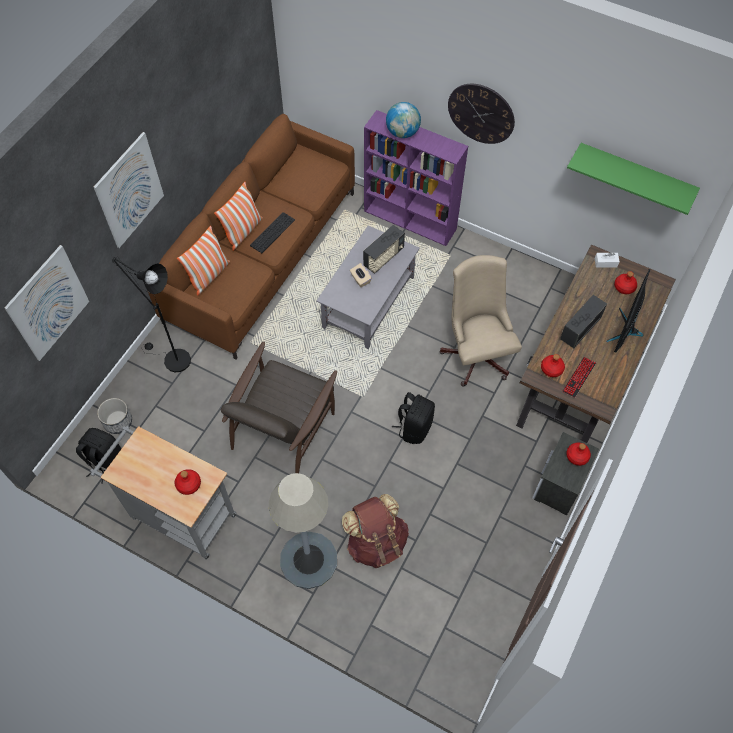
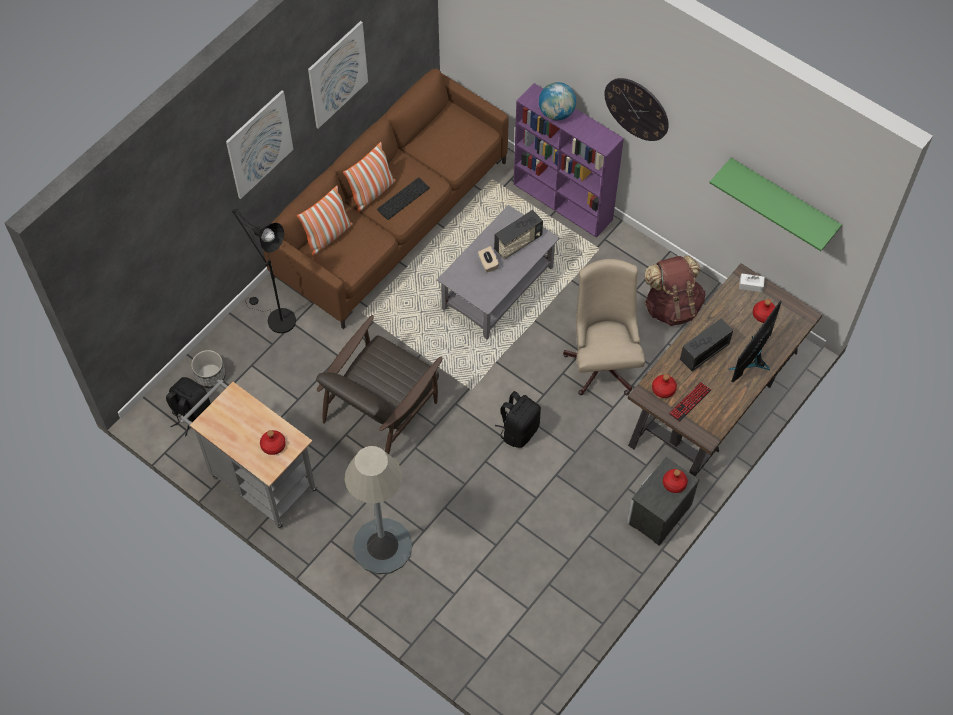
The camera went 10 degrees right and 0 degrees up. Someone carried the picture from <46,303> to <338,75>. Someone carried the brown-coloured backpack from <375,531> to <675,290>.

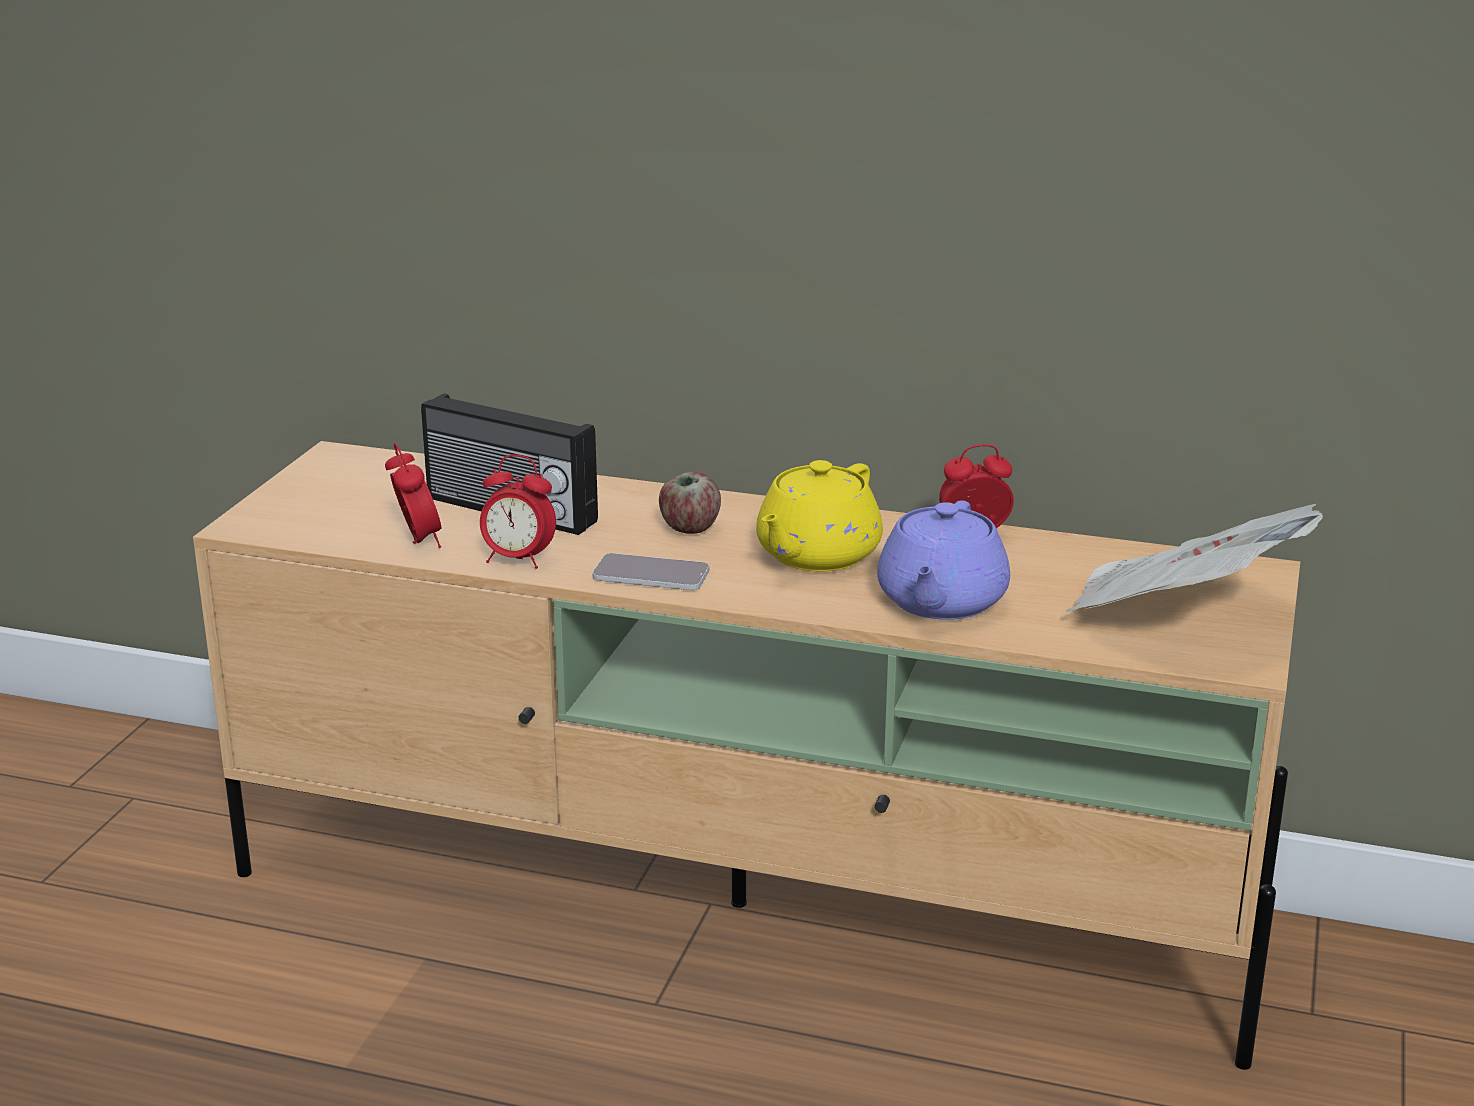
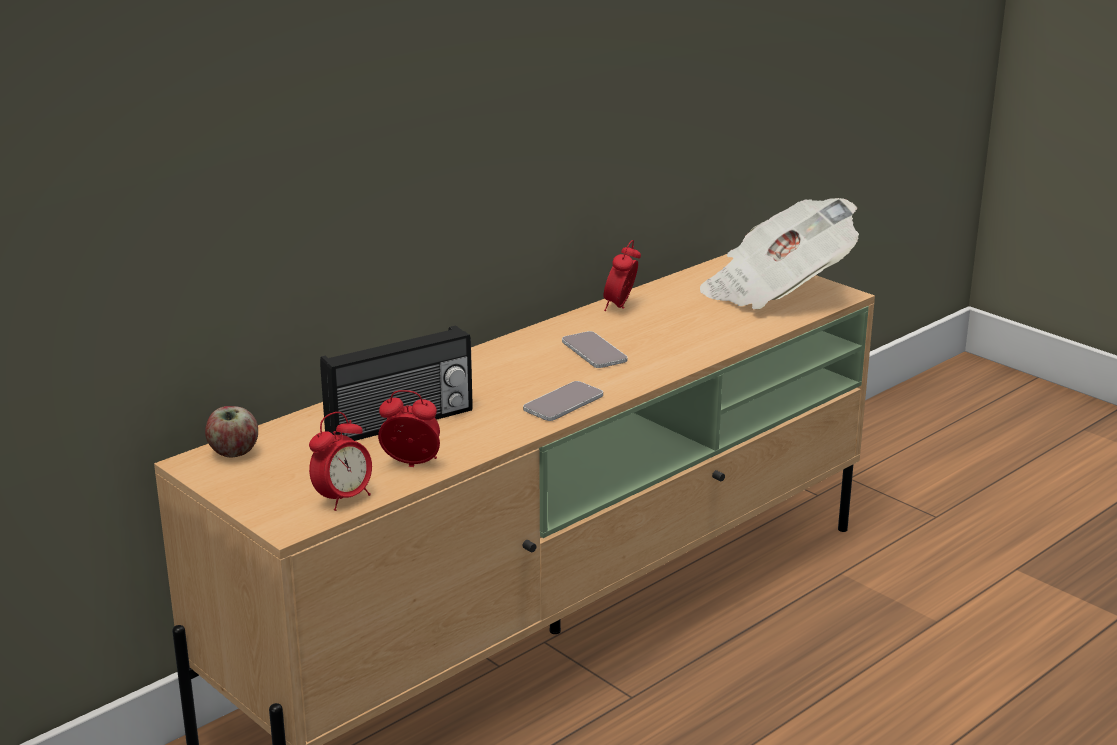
The camera went 60 degrees left and 0 degrees up. Someone carried the table clock from <518,512> to <340,461>. Someone swapped the yellow-coloured tea pot at <819,515> for the telephone at <595,349>. Someone carried the whole apple from <690,503> to <231,431>. Someone took away the purplish tea pot at <943,560>.

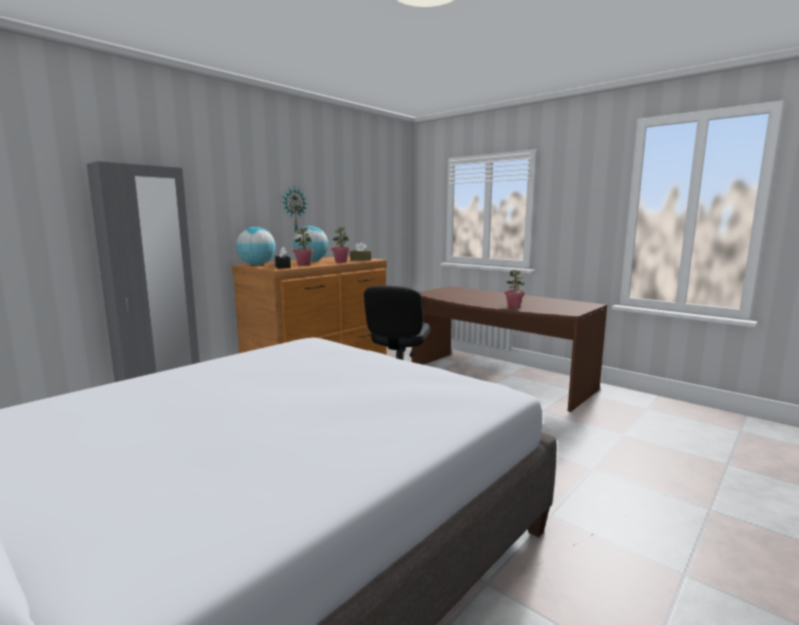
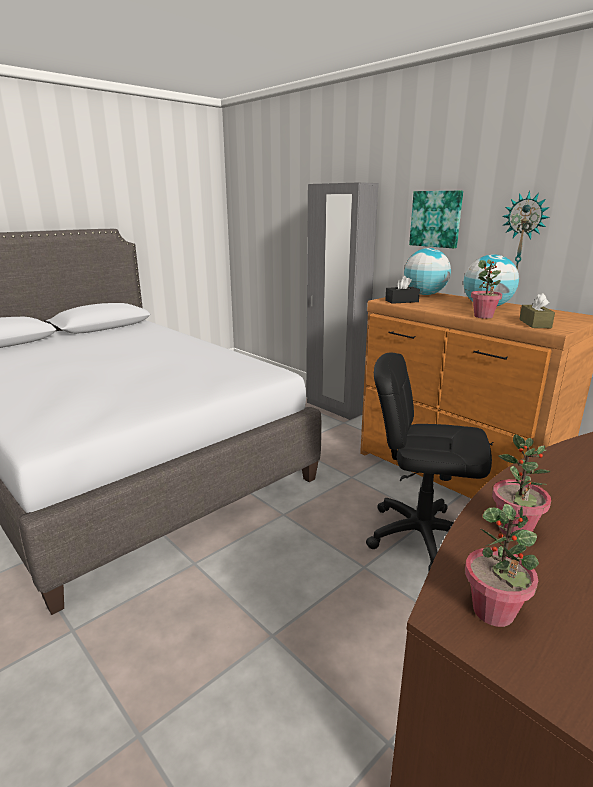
The camera went 95 degrees right and 10 degrees up. Someone carried the houseplant from <303,246> to <502,565>. Someone put up the picture at <436,219>.

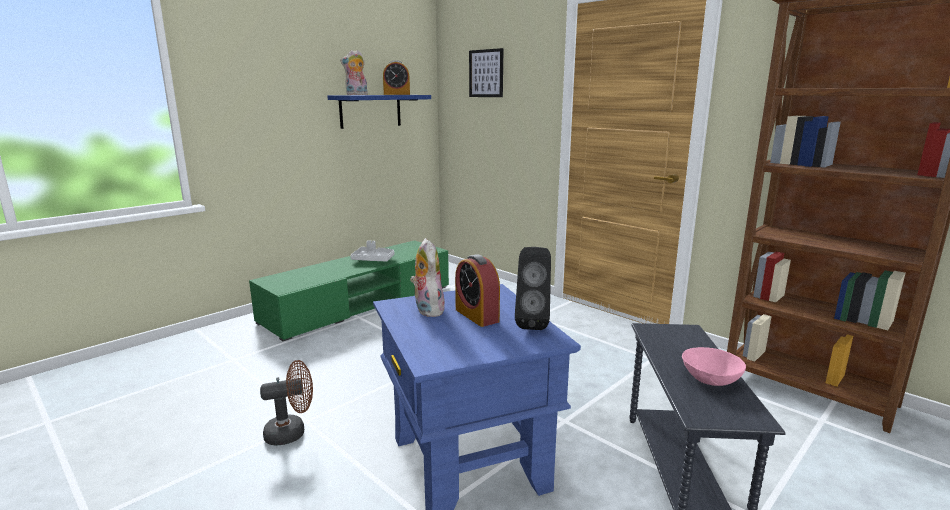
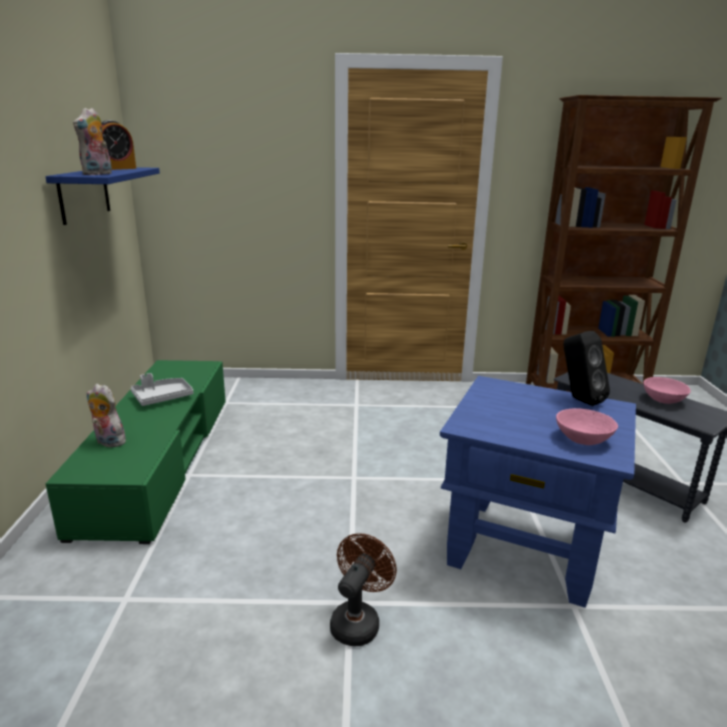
The camera went 45 degrees left and 5 degrees up. Someone took away the picture at <486,72>. Someone carried the cuddly toy from <427,277> to <106,415>. Someone took away the table clock at <477,290>. Someone put down the pink-coloured bowl at <587,426>.

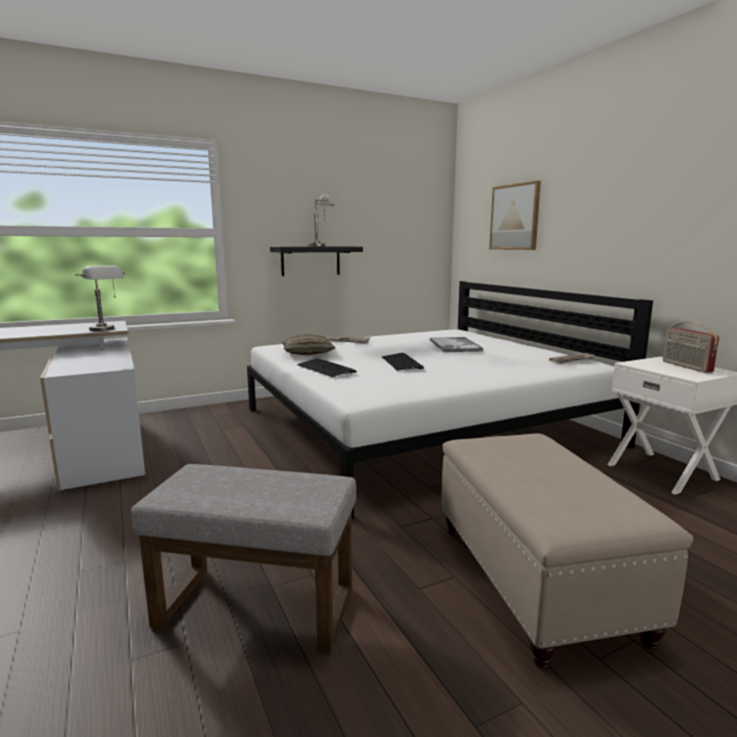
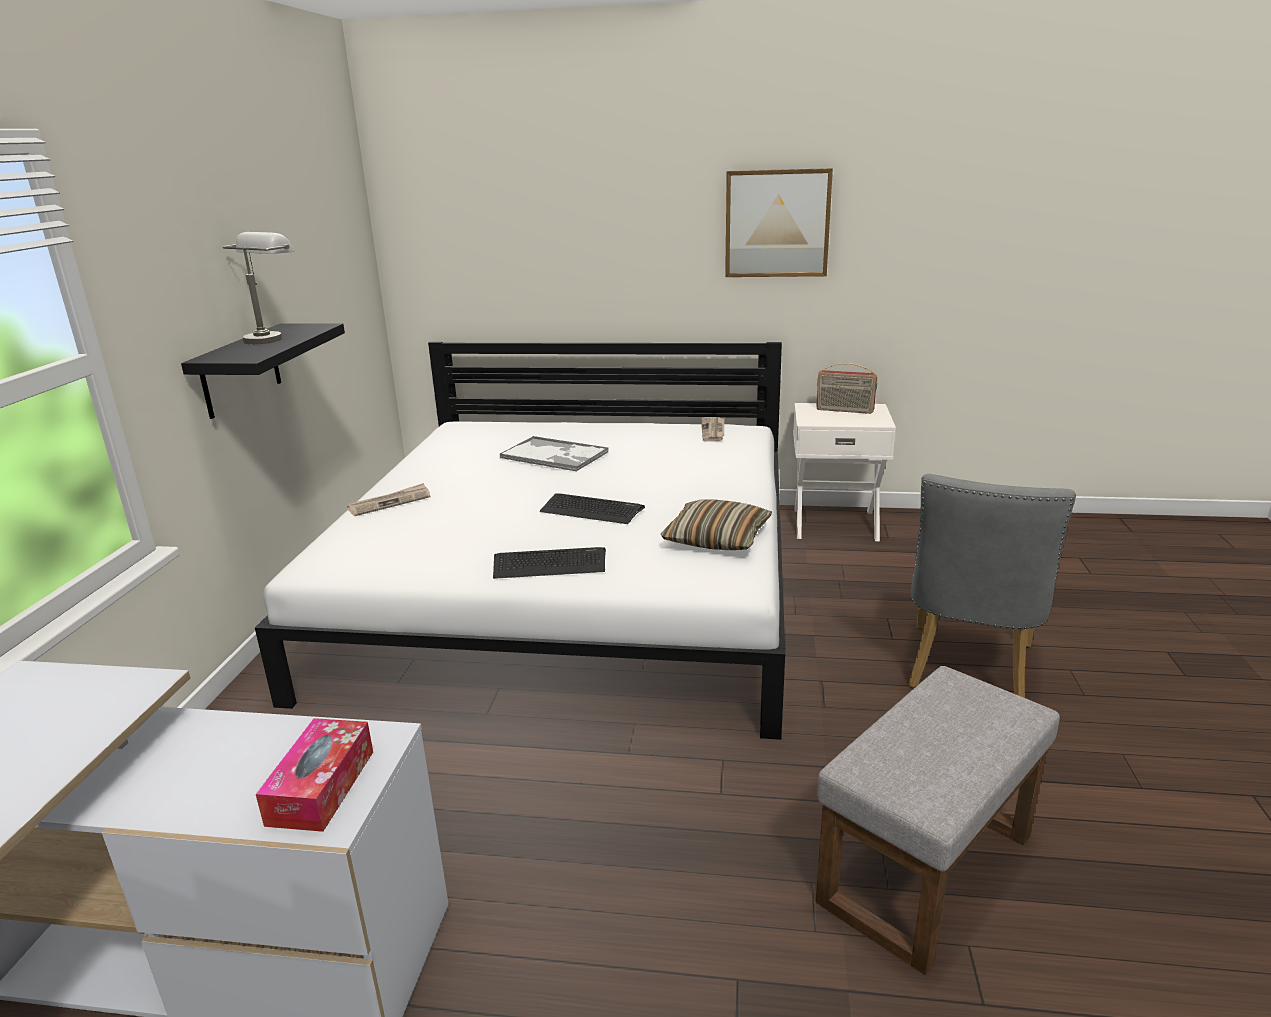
The camera went 55 degrees left and 10 degrees up. Someone carried the picture from <515,215> to <779,222>. Someone took away the gray tabletop lamp at <99,298>. Someone carried the throw pillow from <308,344> to <716,524>. Someone swapped the beige ottoman at <567,550> for the gray chair at <992,586>. Someone put down the box of tissues at <314,775>.

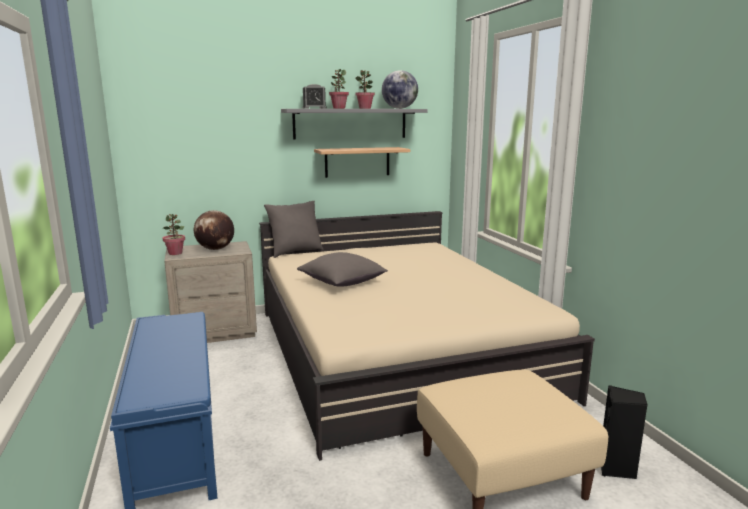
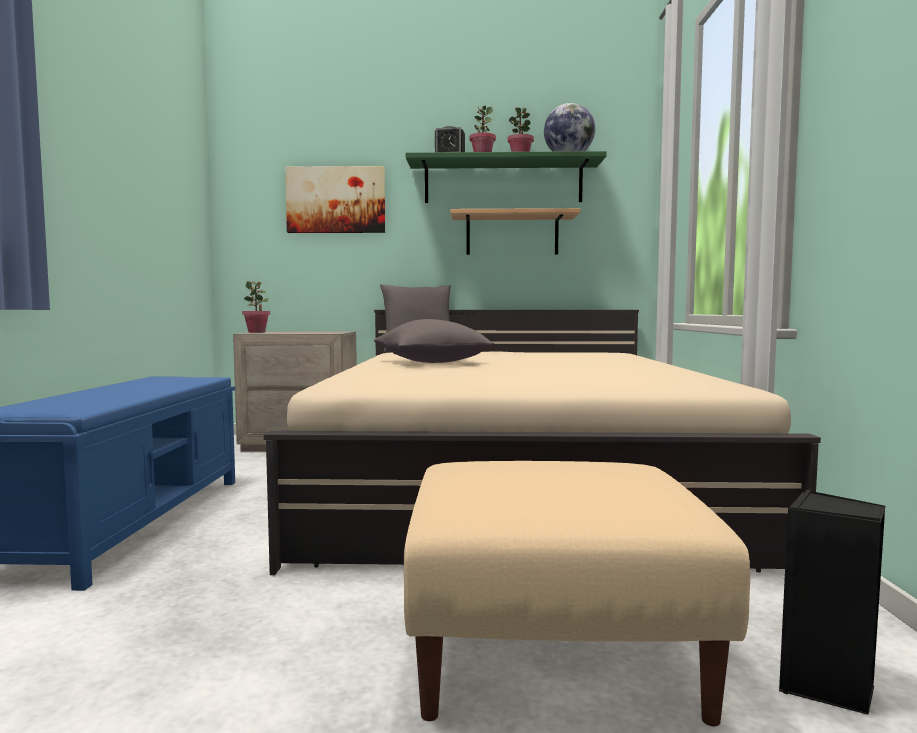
The camera went 20 degrees right and 10 degrees down. Someone repainted the gray bracket shelf at <354,124>, which became the green-coloured bracket shelf at <506,177>. Someone took away the world globe at <214,230>. Someone put up the picture at <335,199>.

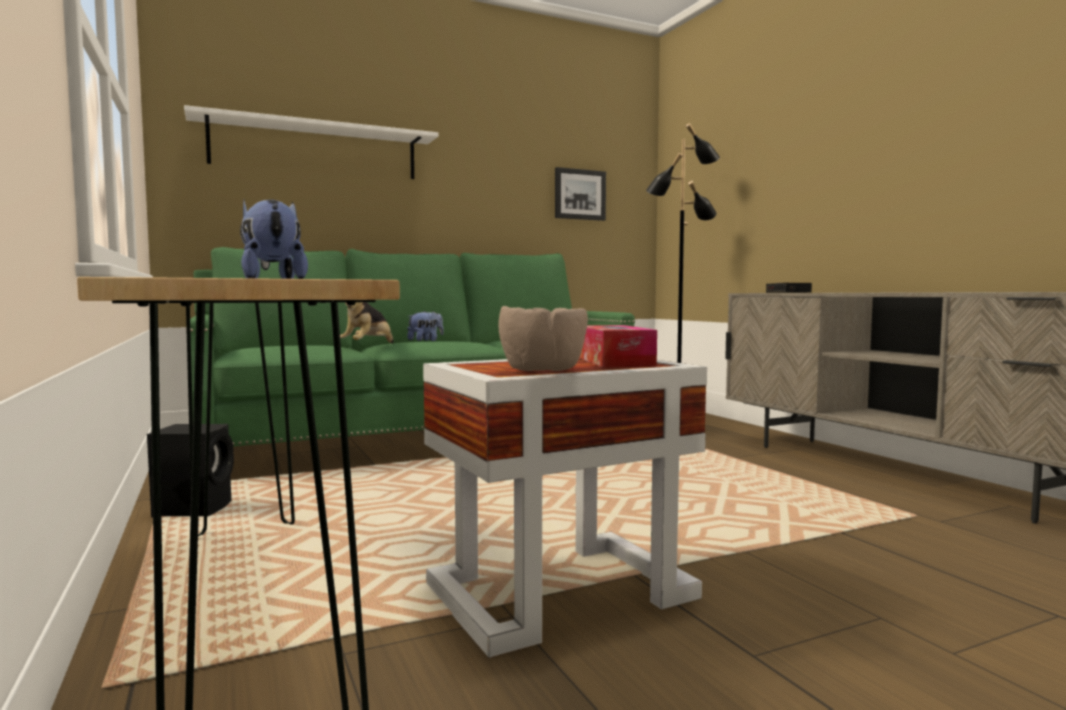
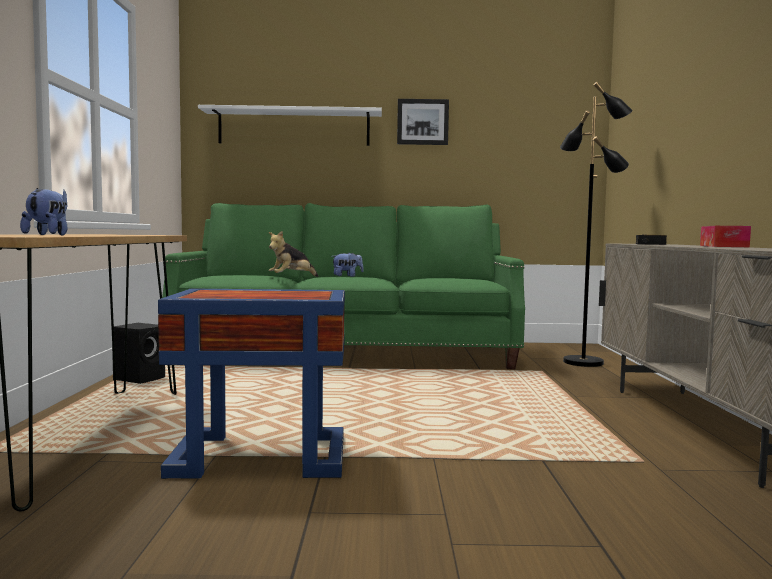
The camera went 25 degrees right and 0 degrees up. Someone carried the picture from <580,194> to <423,122>. Someone took away the brown-coloured bowl at <543,338>. Someone carried the box of tissues from <618,346> to <725,236>. Someone repainted the whitish end table at <565,508>, which became the blue-coloured end table at <251,383>.

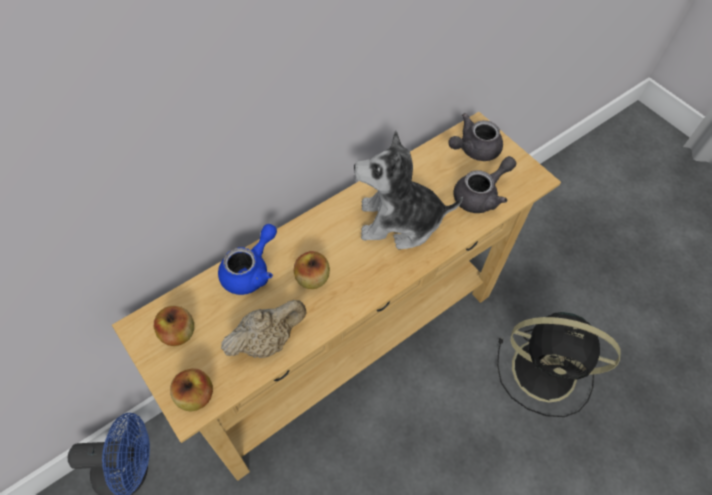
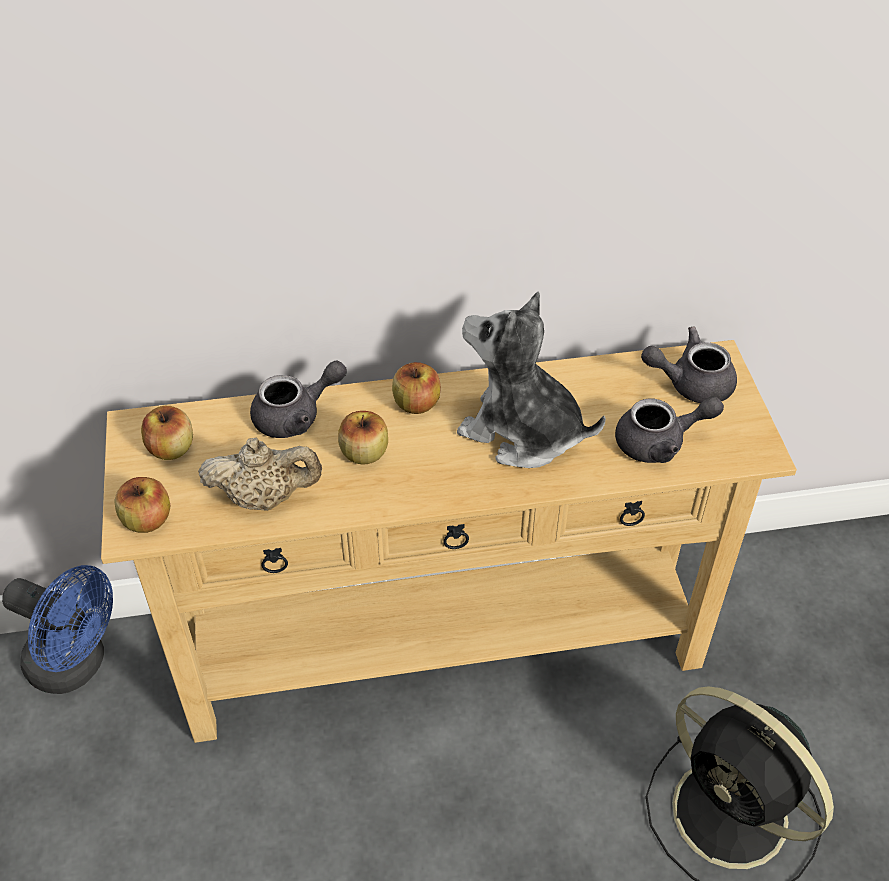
The camera went 30 degrees right and 10 degrees down. Someone repainted the blue-coloured tea pot at <247,259>, which became the gray tea pot at <298,399>. Someone put down the whole apple at <416,388>.

